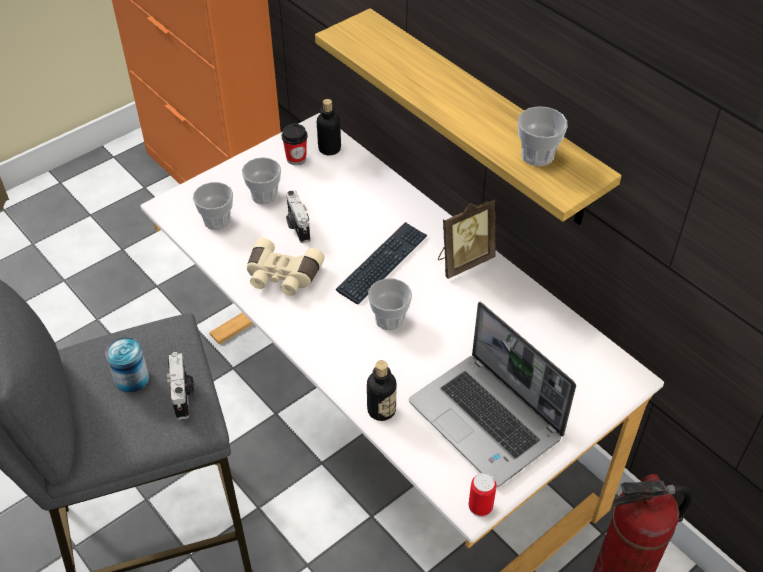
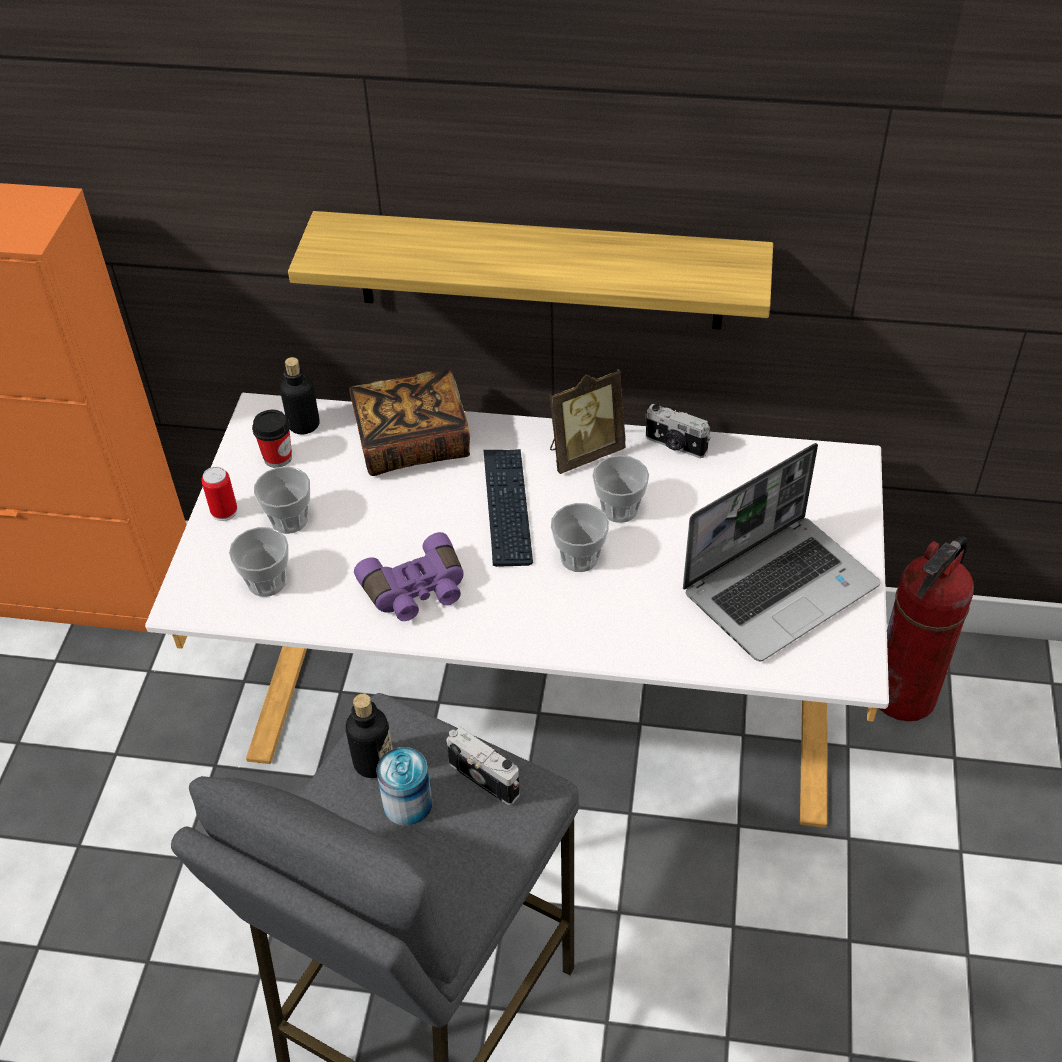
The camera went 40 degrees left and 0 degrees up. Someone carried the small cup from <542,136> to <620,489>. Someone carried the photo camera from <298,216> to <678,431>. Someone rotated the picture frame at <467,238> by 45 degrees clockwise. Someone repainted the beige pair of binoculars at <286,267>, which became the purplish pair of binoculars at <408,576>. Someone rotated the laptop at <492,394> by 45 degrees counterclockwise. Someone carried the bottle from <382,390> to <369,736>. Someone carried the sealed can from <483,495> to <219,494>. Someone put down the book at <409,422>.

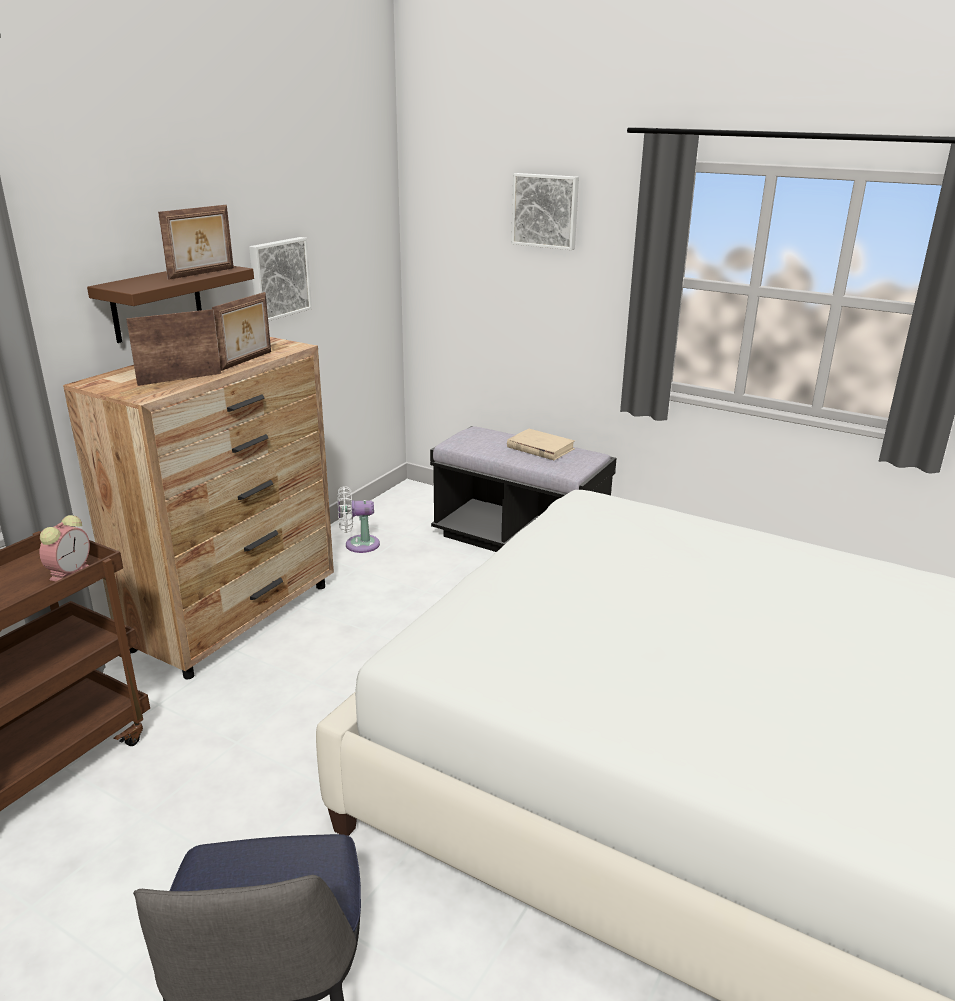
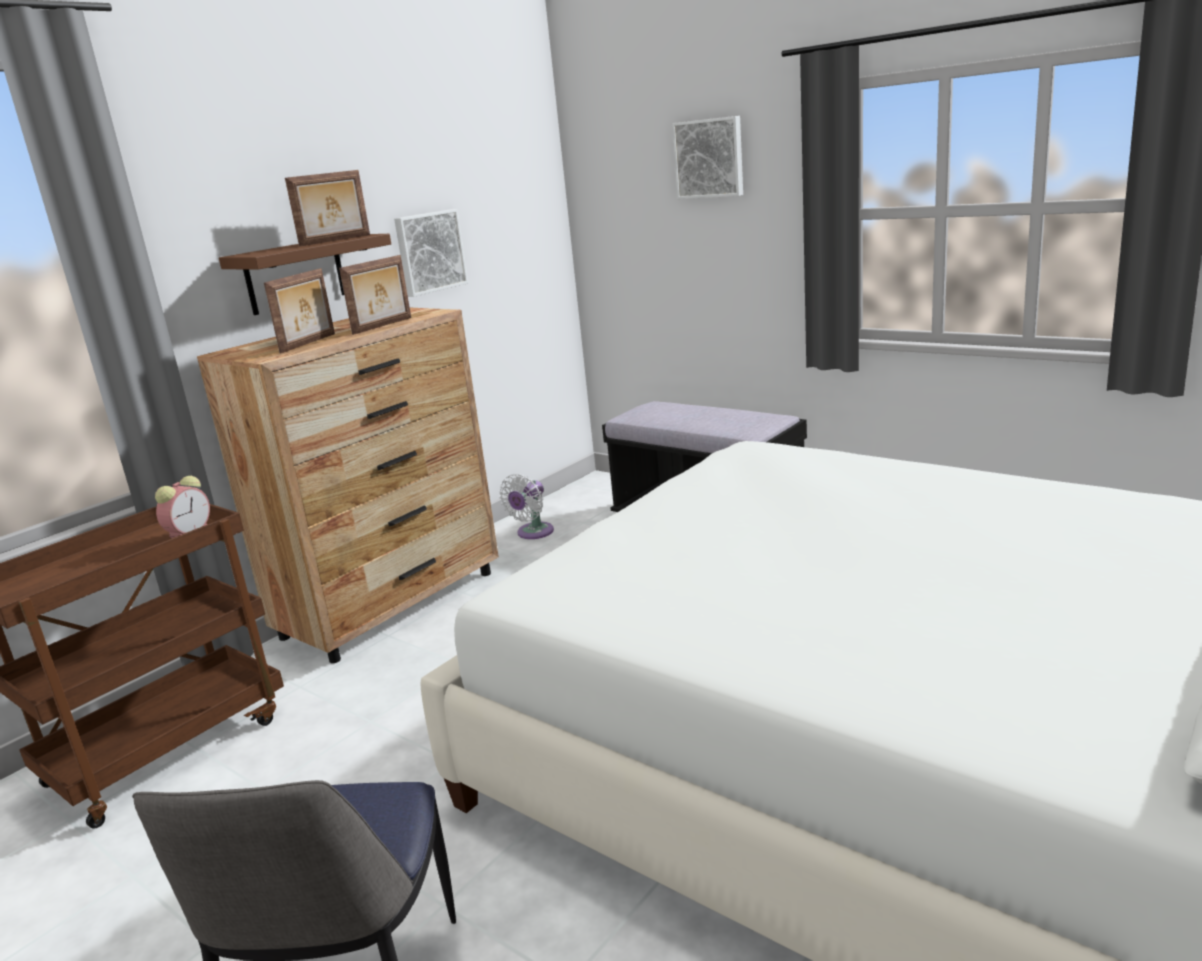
The camera went 10 degrees right and 5 degrees down. Someone rotated the picture frame at <173,347> by 135 degrees clockwise. Someone took away the beige book at <541,444>. Someone rotated the whitish fan at <359,519> by 60 degrees counterclockwise.

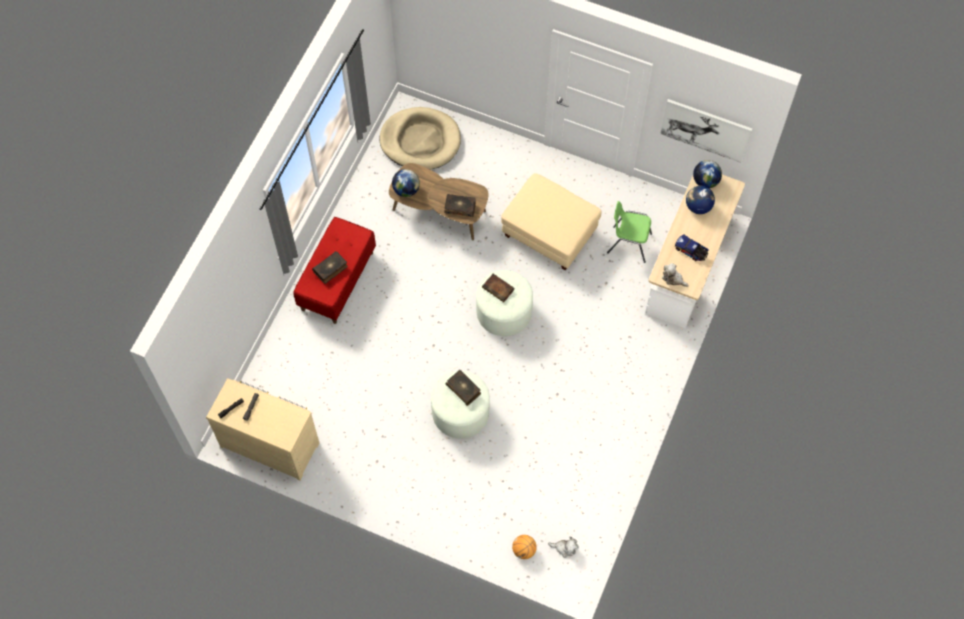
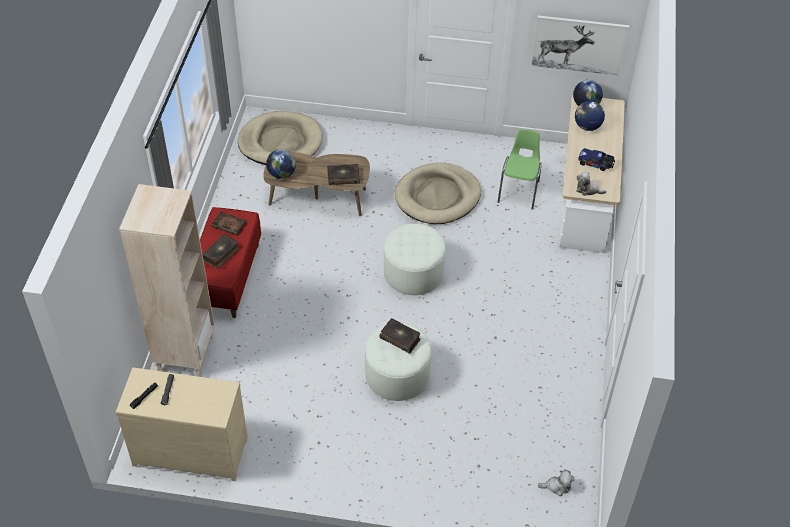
The camera went 15 degrees left and 15 degrees down. Someone swapped the beige ottoman at <551,221> for the beige dog bed at <437,193>. Someone rotated the green-coloured chair at <629,232> by 105 degrees clockwise. Someone carried the book from <498,288> to <229,223>. Someone took away the basketball ball at <524,547>. Someone put down the beige shelving unit at <167,280>.

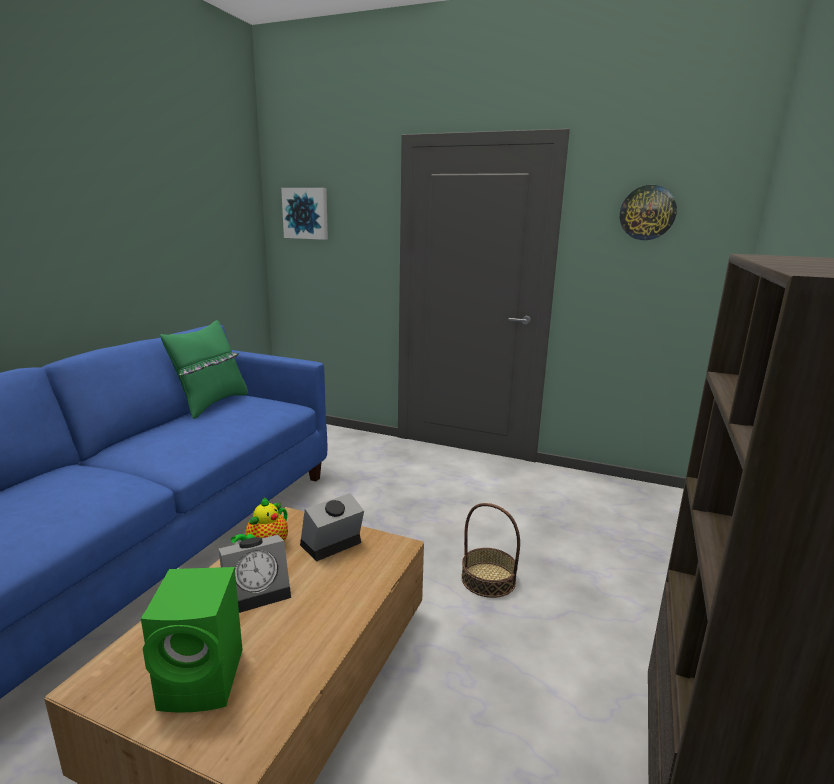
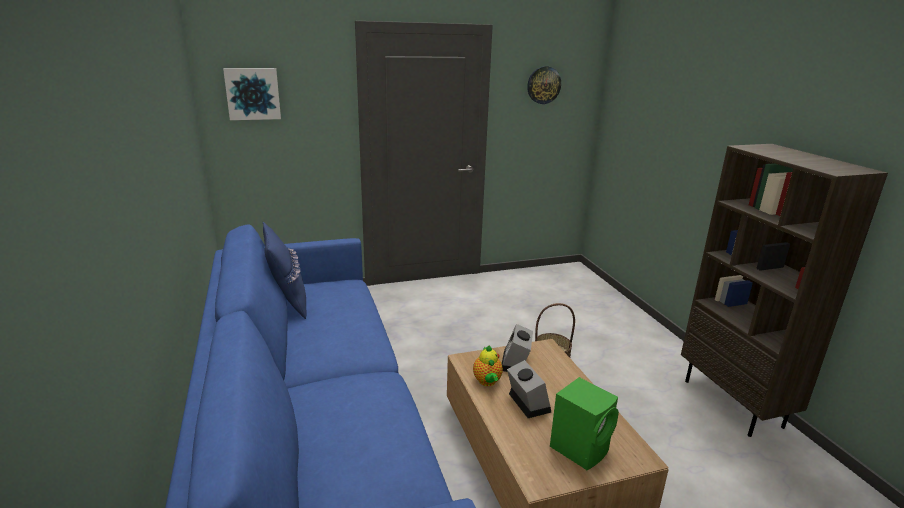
The camera went 40 degrees left and 5 degrees up. Someone repainted the green-coloured throw pillow at <204,370>, which became the blue-coloured throw pillow at <284,270>. Someone rotated the table clock at <254,574> by 45 degrees counterclockwise.

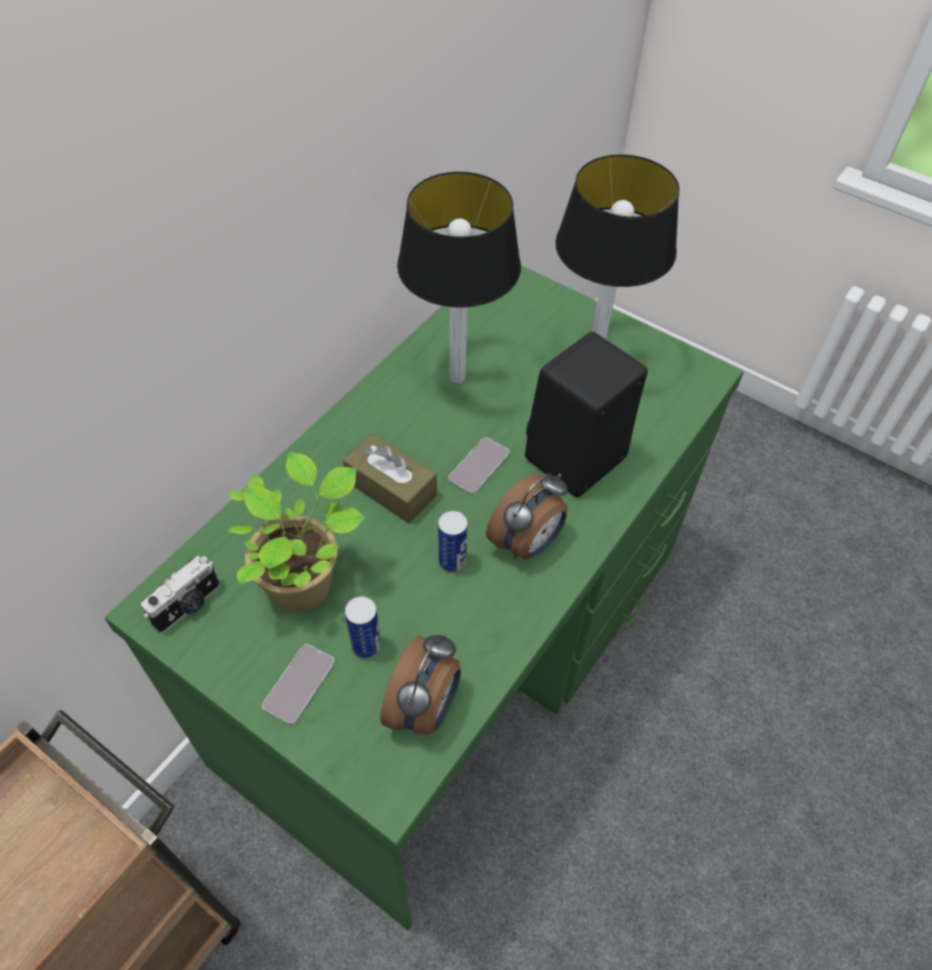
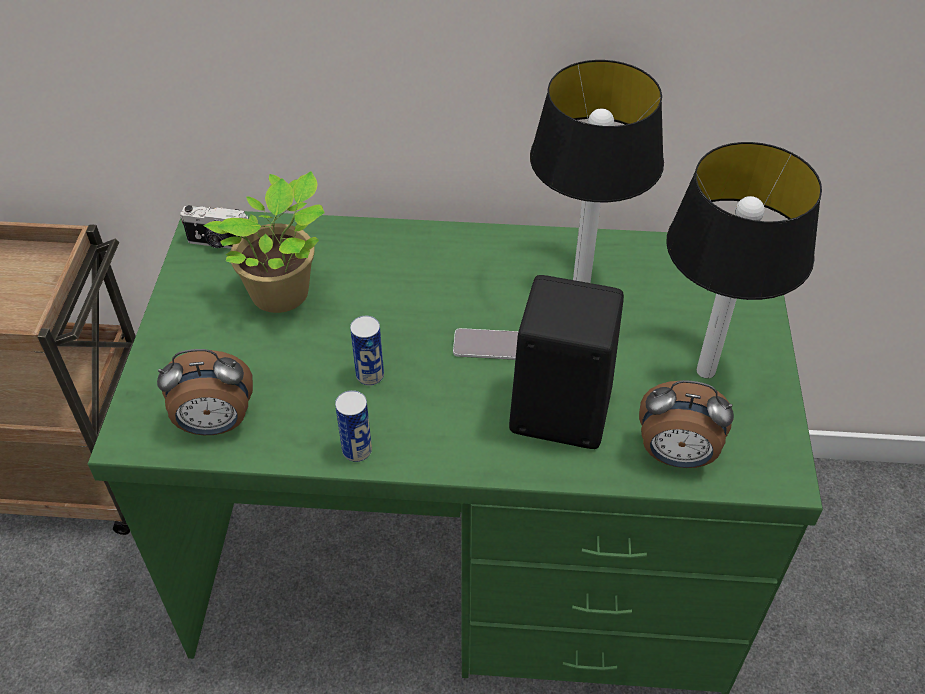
The camera went 60 degrees right and 5 degrees down. Someone took away the brown-coloured box of tissues at <390,478>. Someone carried the table clock from <527,516> to <686,424>. Someone carried the sealed can from <363,627> to <353,426>. Someone took away the telephone at <298,684>.

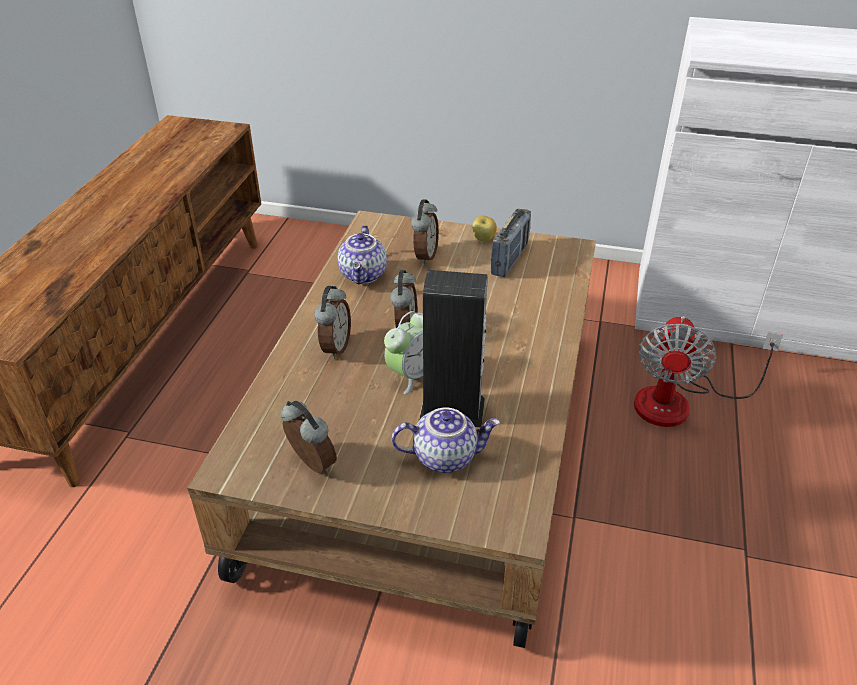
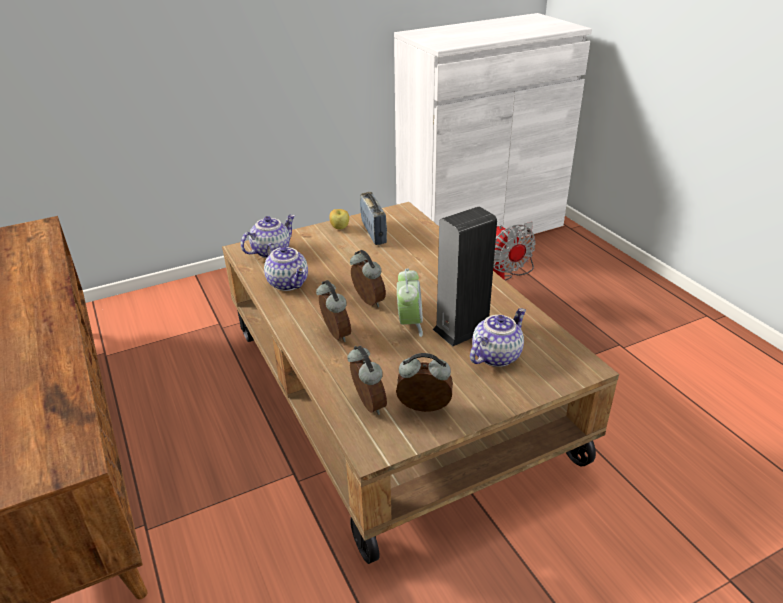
The camera went 40 degrees left and 5 degrees down. Someone carried the table clock from <425,232> to <367,380>. Someone put down the tea pot at <268,236>.

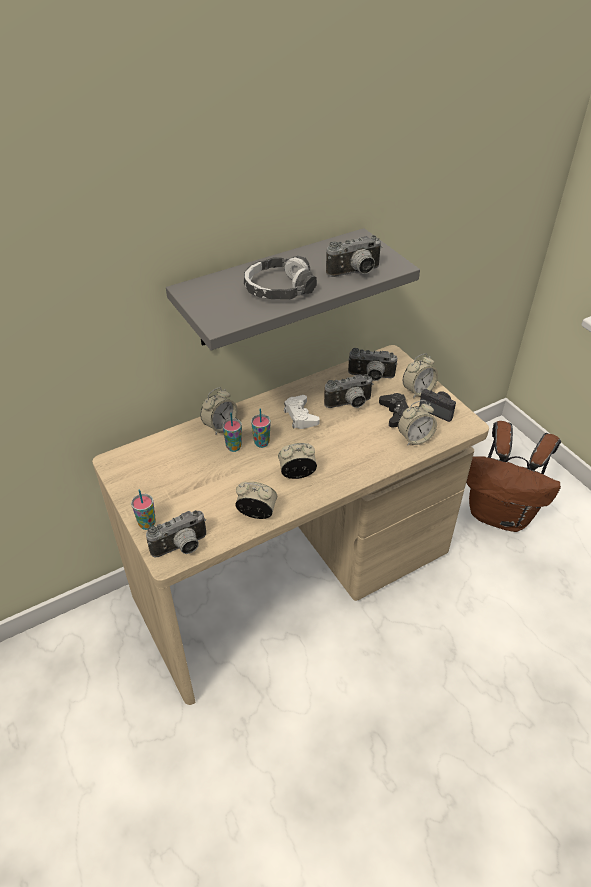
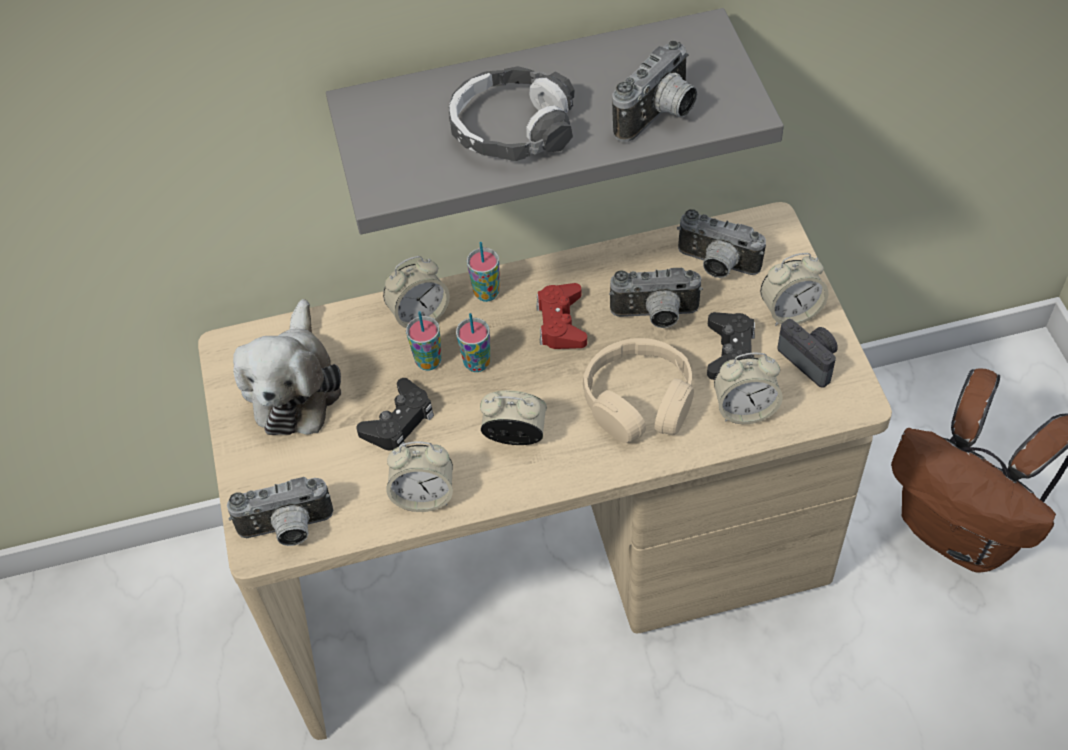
The camera went 20 degrees right and 10 degrees up. Someone rotated the photo camera at <354,256> by 45 degrees counterclockwise. Someone repainted the whitish gamepad at <302,412>, which became the red gamepad at <561,316>. Someone rotated the table clock at <256,500> by 150 degrees clockwise. Someone carried the small cup from <143,509> to <483,272>. Someone put down the cuddly toy at <287,367>. Someone put down the beige headphones at <638,390>. Someone put down the blackish gamepad at <395,414>.

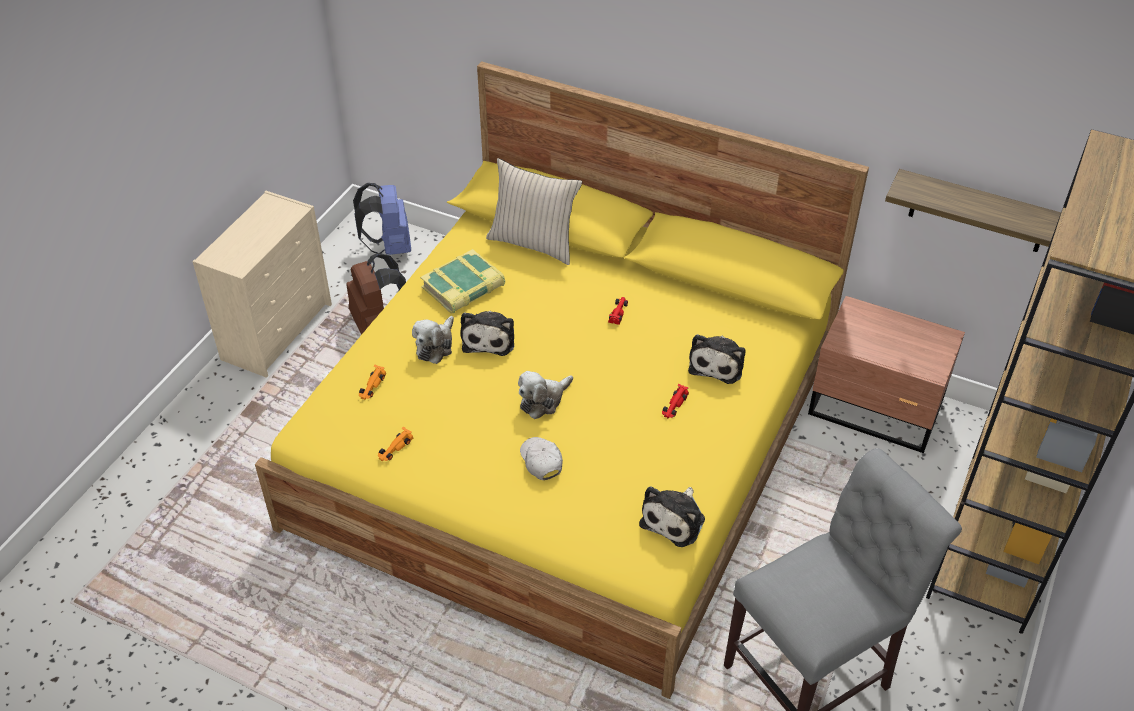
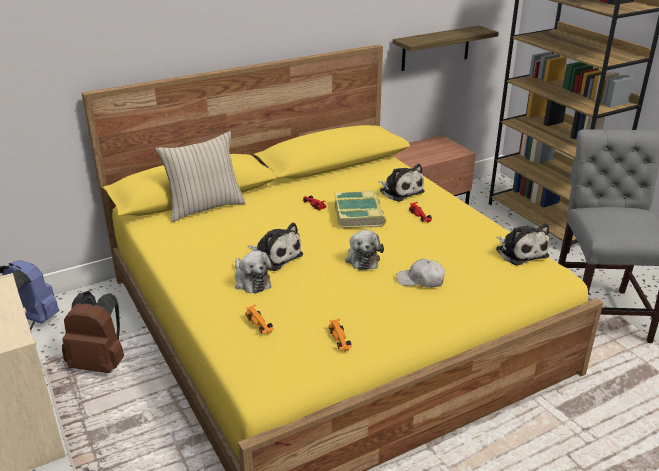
The camera went 55 degrees left and 15 degrees down. Someone carried the book from <463,281> to <360,209>.

